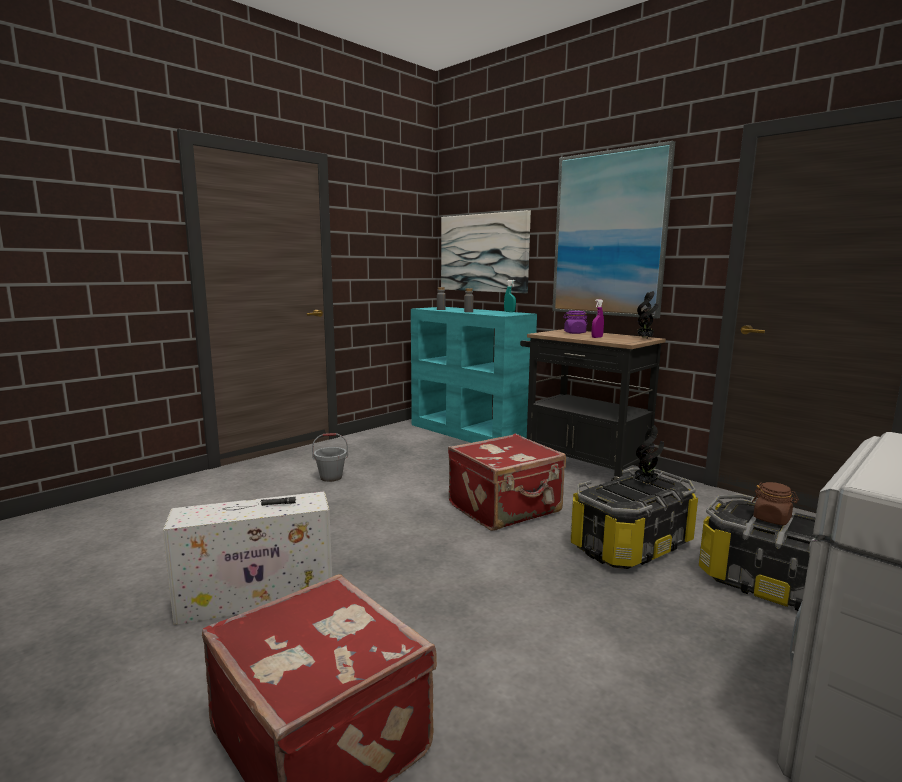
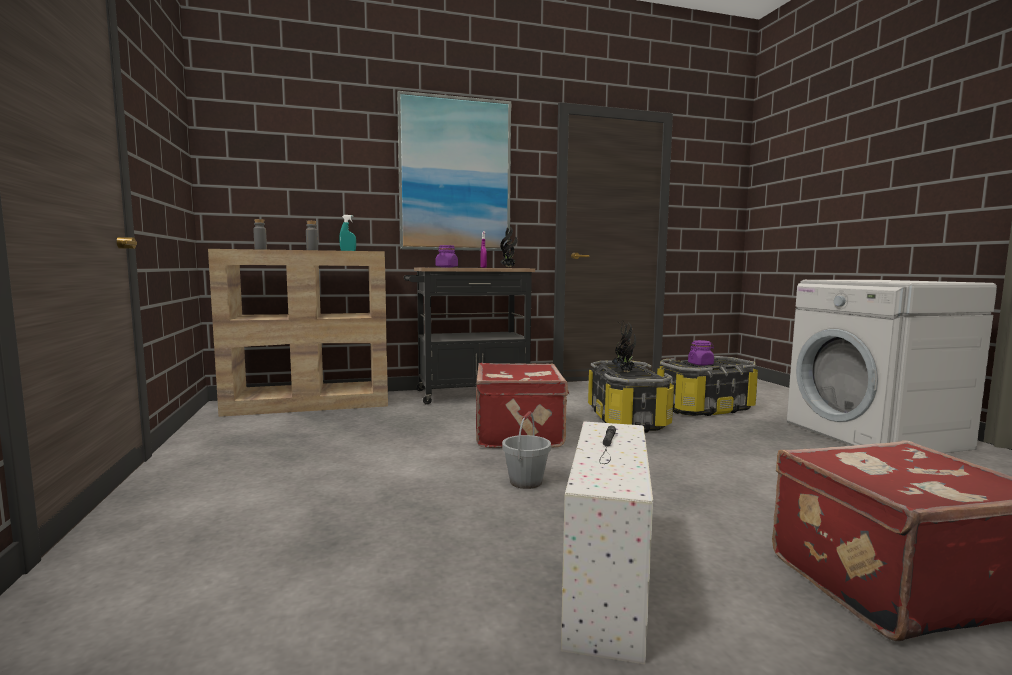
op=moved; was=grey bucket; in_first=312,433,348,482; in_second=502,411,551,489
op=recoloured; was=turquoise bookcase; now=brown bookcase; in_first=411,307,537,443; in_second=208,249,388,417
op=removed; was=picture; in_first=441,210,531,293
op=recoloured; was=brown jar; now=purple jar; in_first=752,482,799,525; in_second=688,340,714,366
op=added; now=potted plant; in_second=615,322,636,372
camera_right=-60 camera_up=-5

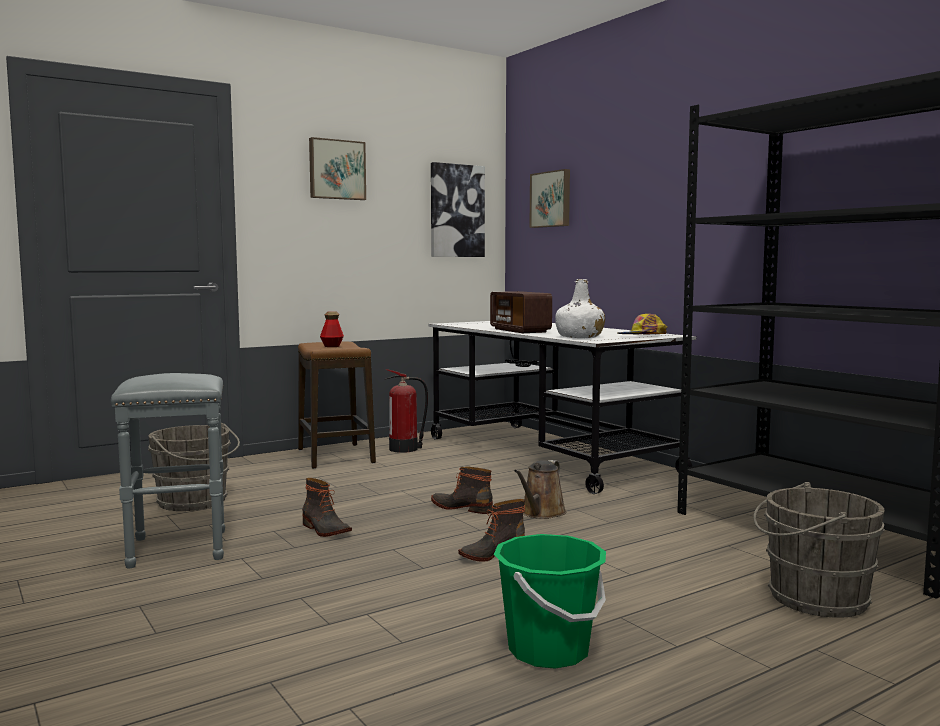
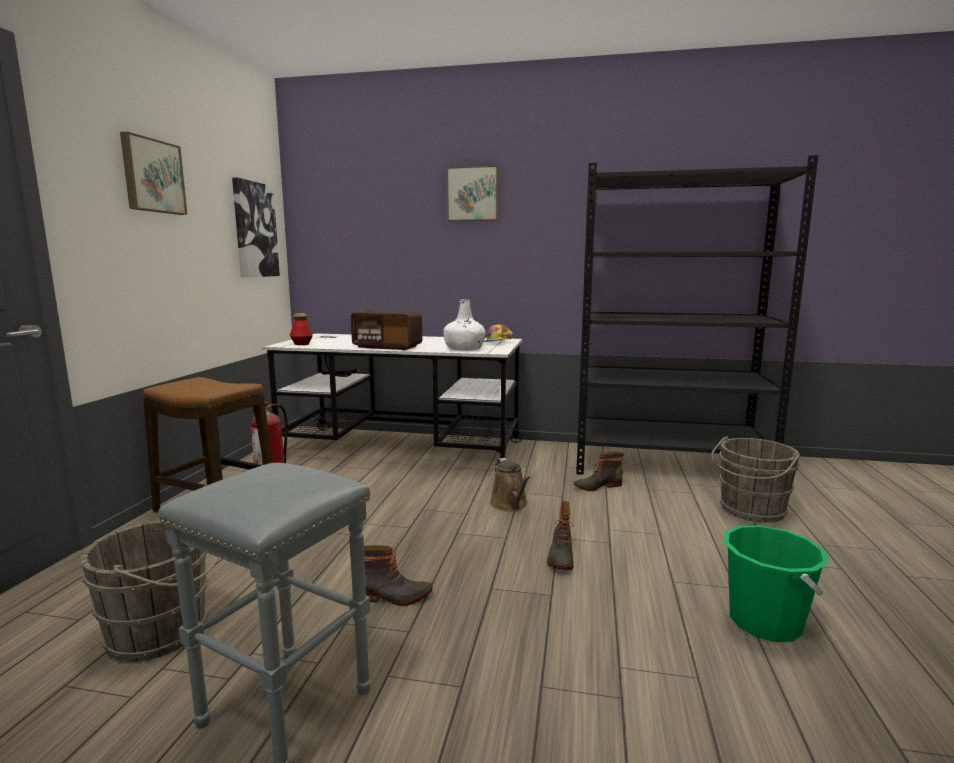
op=moved; was=bottle; in_first=320,311,344,347; in_second=290,313,313,345
op=moved; was=boot; in_first=431,467,493,514; in_second=574,451,624,491
op=moved; was=picture; in_first=530,169,570,228; in_second=446,165,499,221
camera_right=-45 camera_up=5

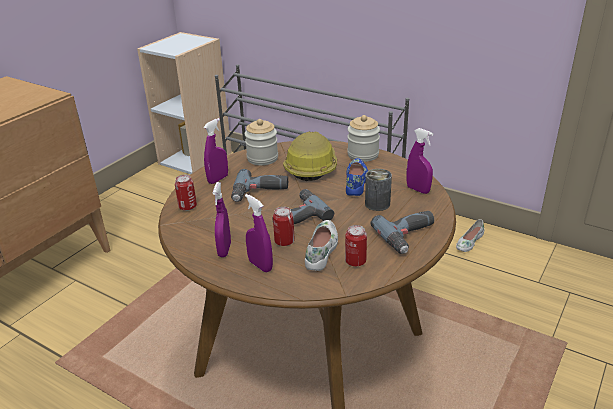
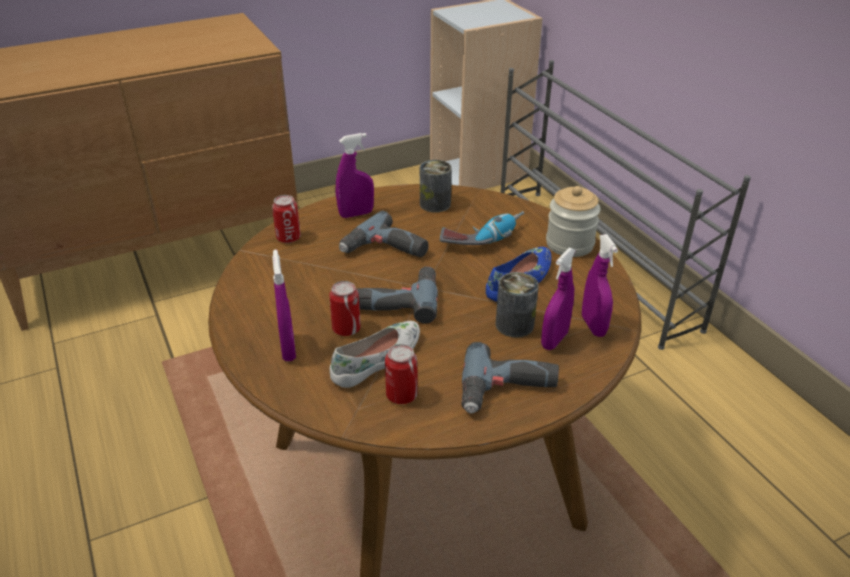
op=moved; was=purple spray bottle; in_first=213,182,231,257; in_second=541,248,576,350
op=replaced; was=jar; now=can; in_first=245,119,278,165; in_second=420,160,452,213
op=replaced; was=hard hat; now=power drill; in_first=283,131,337,181; in_second=440,211,524,245
op=removed; was=white shoe; in_first=456,219,485,252
camera_right=30 camera_up=5

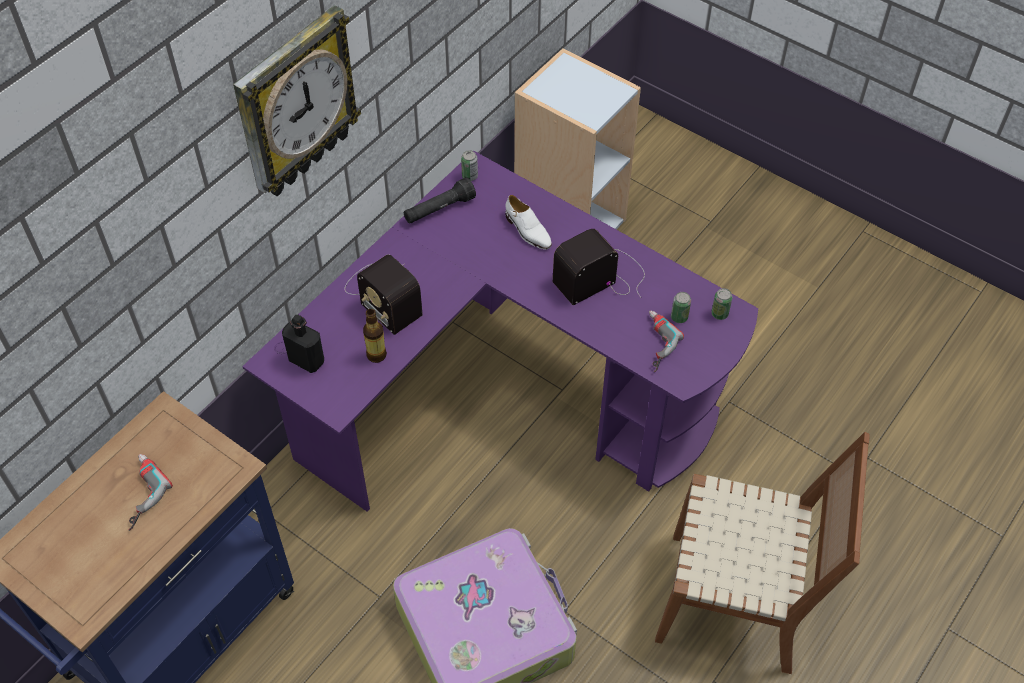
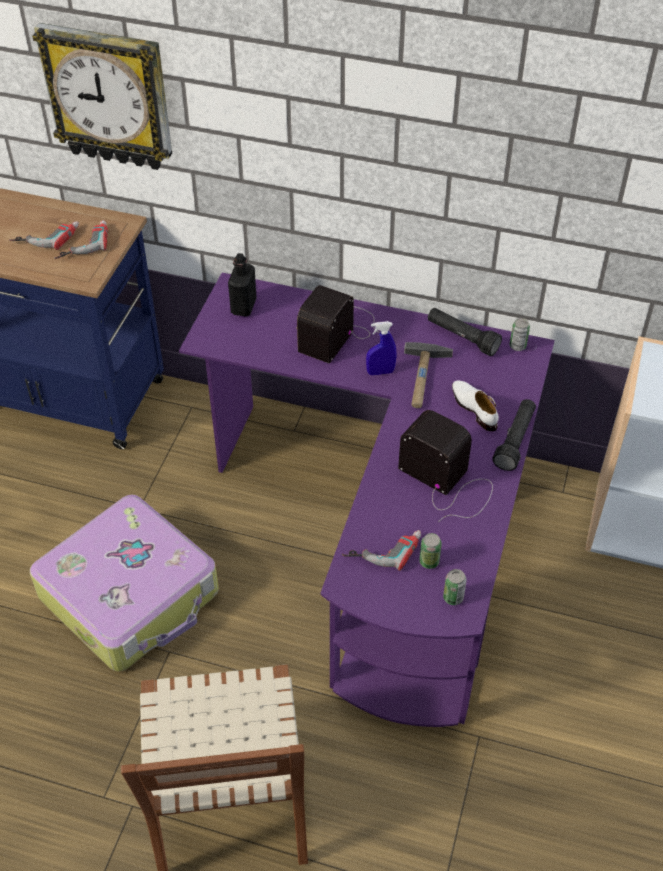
op=moved; was=wall clock; in_first=233,5,361,196; in_second=32,23,172,170
op=removed; was=bottle; in_first=363,309,387,363
op=turned; was=white shoe; in_first=505,195,552,250; in_second=452,380,499,431; clockwise=120
op=added; now=power drill; in_second=55,220,108,259
op=added; now=blue spray bottle; in_second=366,321,397,376
op=added; now=hammer; in_second=404,342,453,408
op=added; now=black flashlight; in_second=492,399,536,471
camera_right=70 camera_up=-5

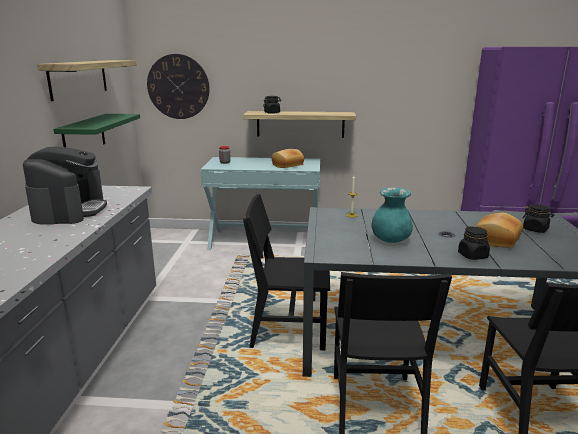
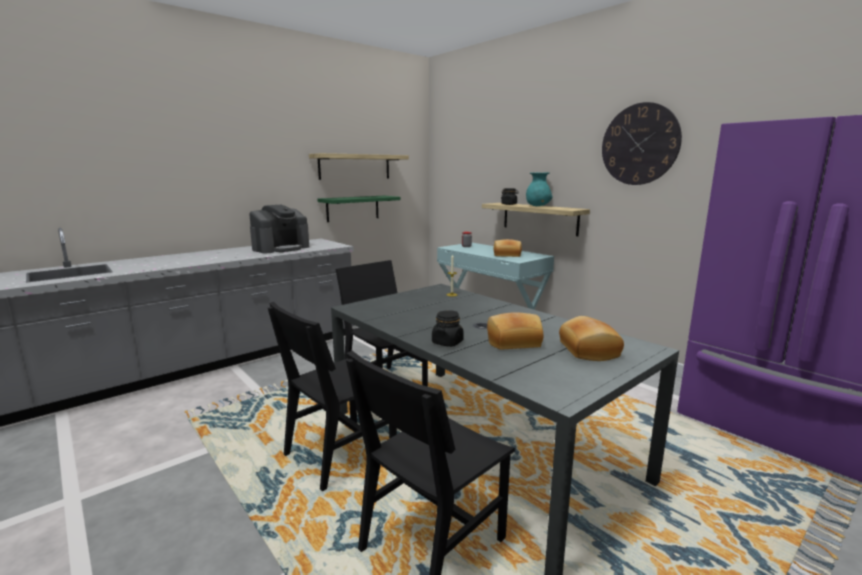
op=moved; was=wall clock; in_first=147,54,210,119; in_second=602,102,682,185
op=moved; was=turquoise vase; in_first=371,188,413,243; in_second=526,172,552,206
op=replaced; was=black jar; now=bread; in_first=523,204,555,233; in_second=559,316,624,361
camera_right=45 camera_up=-5

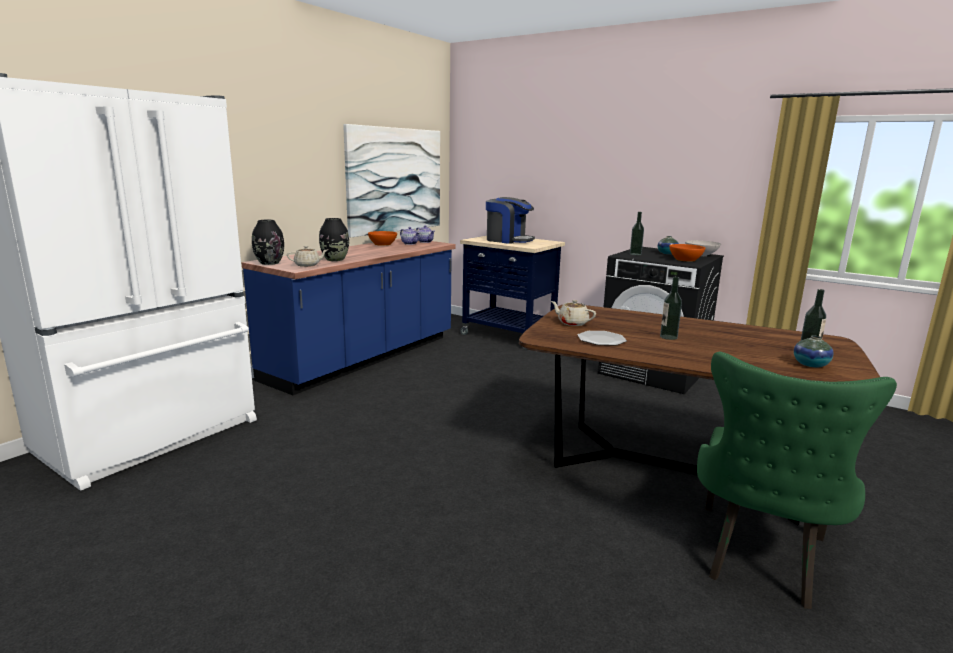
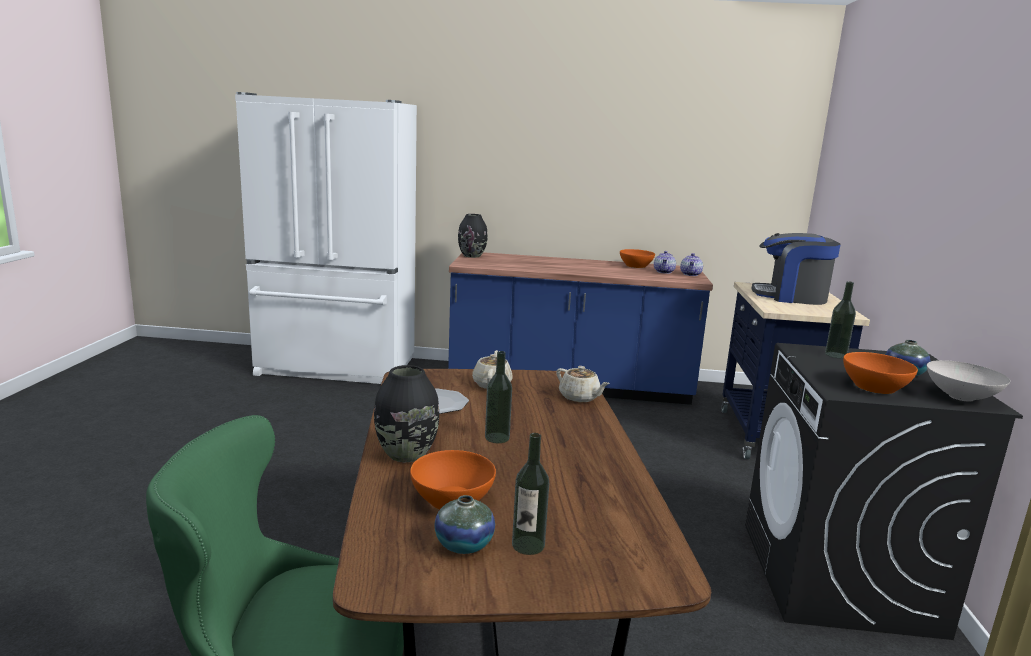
op=moved; was=beige teapot; in_first=287,246,327,267; in_second=556,366,610,402
op=moved; was=black vase; in_first=319,218,349,261; in_second=374,365,439,462
op=removed; was=picture; in_first=343,124,440,237
op=turned; was=coffee machine; in_first=486,197,535,244; in_second=751,233,841,305; clockwise=105
op=added; now=orange bowl; in_second=410,450,496,510
camera_right=60 camera_up=0

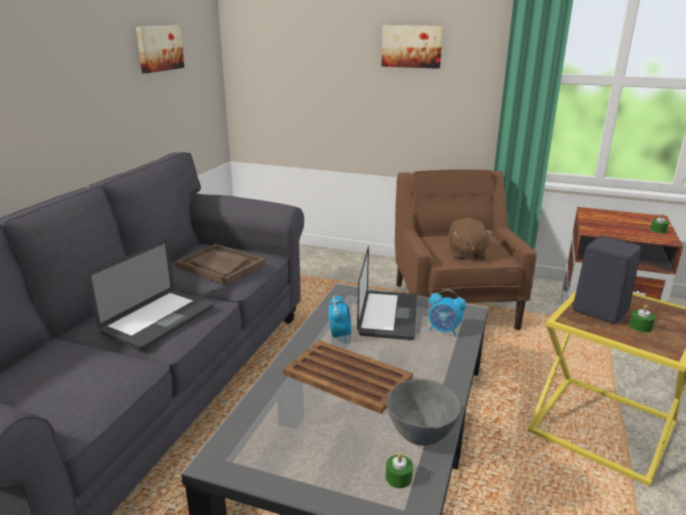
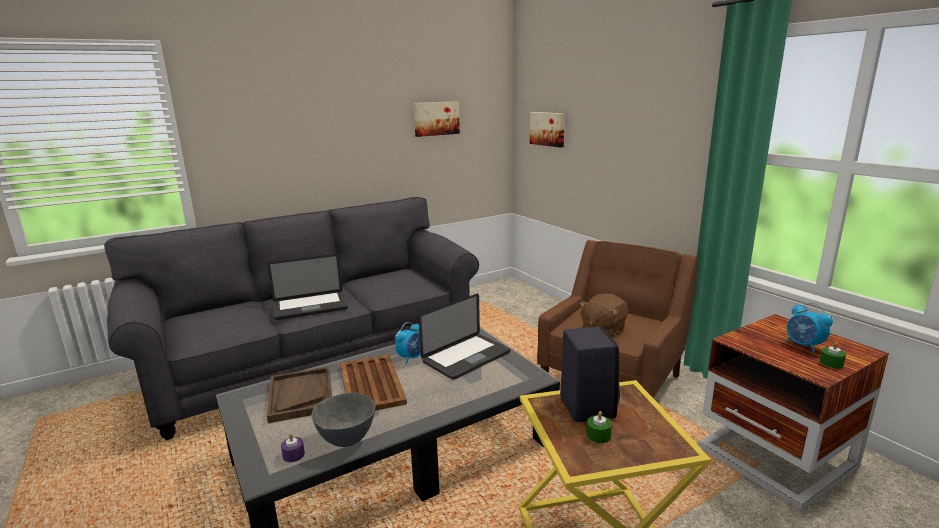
op=moved; was=brown tray; in_first=175,244,266,285; in_second=267,367,332,423
op=moved; was=picture; in_first=381,25,443,69; in_second=530,112,565,148
op=recoloured; was=green candle; now=purple candle; in_first=386,453,413,488; in_second=281,434,305,462
op=moved; was=alarm clock; in_first=429,289,466,336; in_second=786,303,833,352
camera_right=40 camera_up=-5

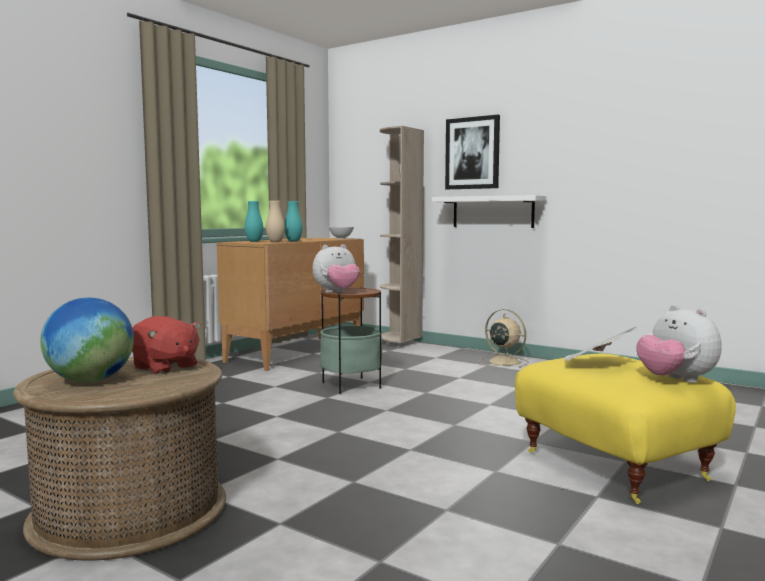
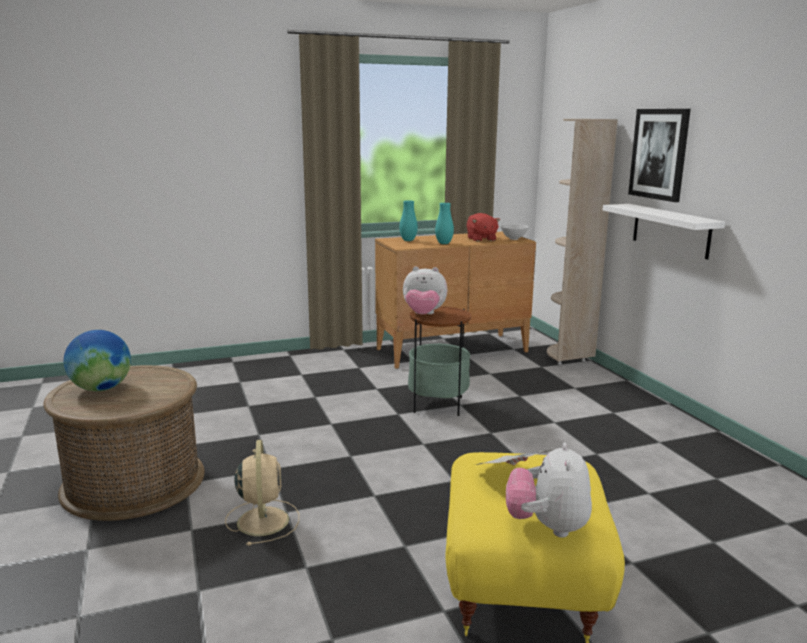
op=moved; was=red plush toy; in_first=132,316,201,374; in_second=467,213,500,242
op=removed; was=beige vase; in_first=266,201,285,242
op=moved; was=beige fan; in_first=479,309,528,367; in_second=225,440,299,546
camera_right=35 camera_up=10

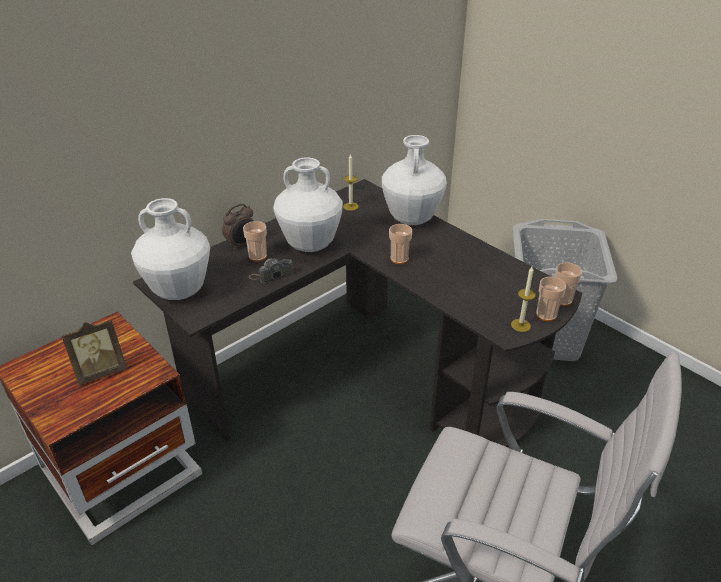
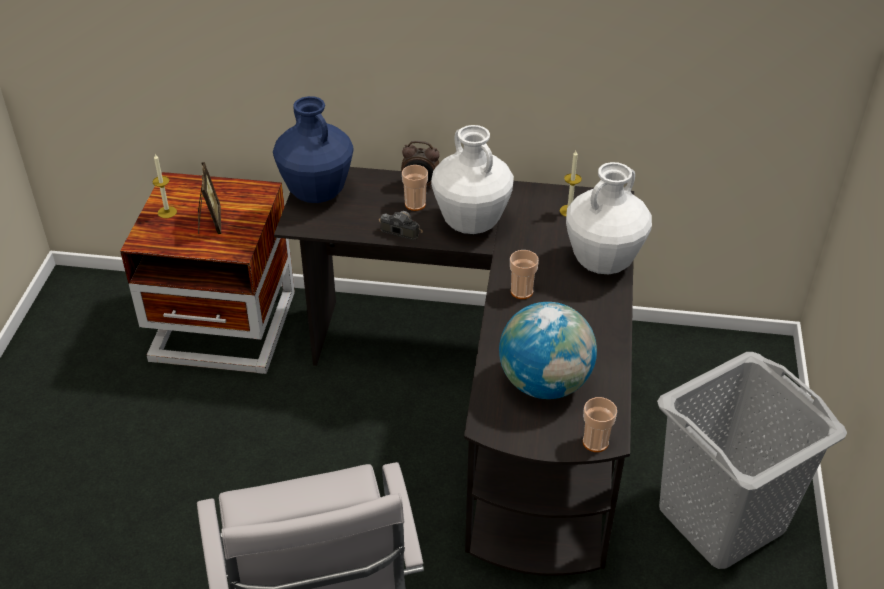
op=turned; was=picture frame; in_first=61,319,127,385; in_second=198,162,221,234; clockwise=-120
op=recoloured; was=white vase; now=blue vase; in_first=131,198,210,300; in_second=273,96,353,203
op=moved; was=candle; in_first=511,267,536,332; in_second=153,154,177,218
op=removed; was=cup; in_first=536,277,566,321
op=added; now=globe; in_second=499,302,597,399
camera_right=50 camera_up=5

